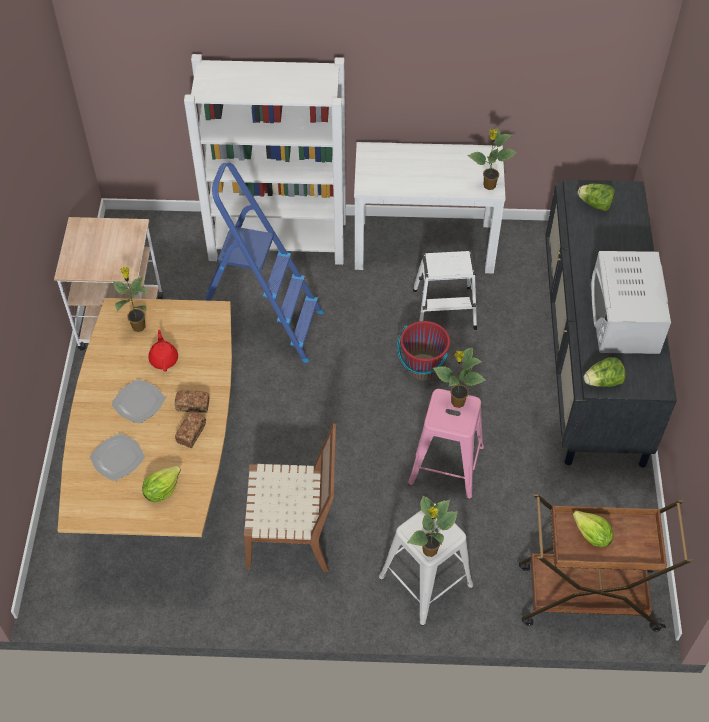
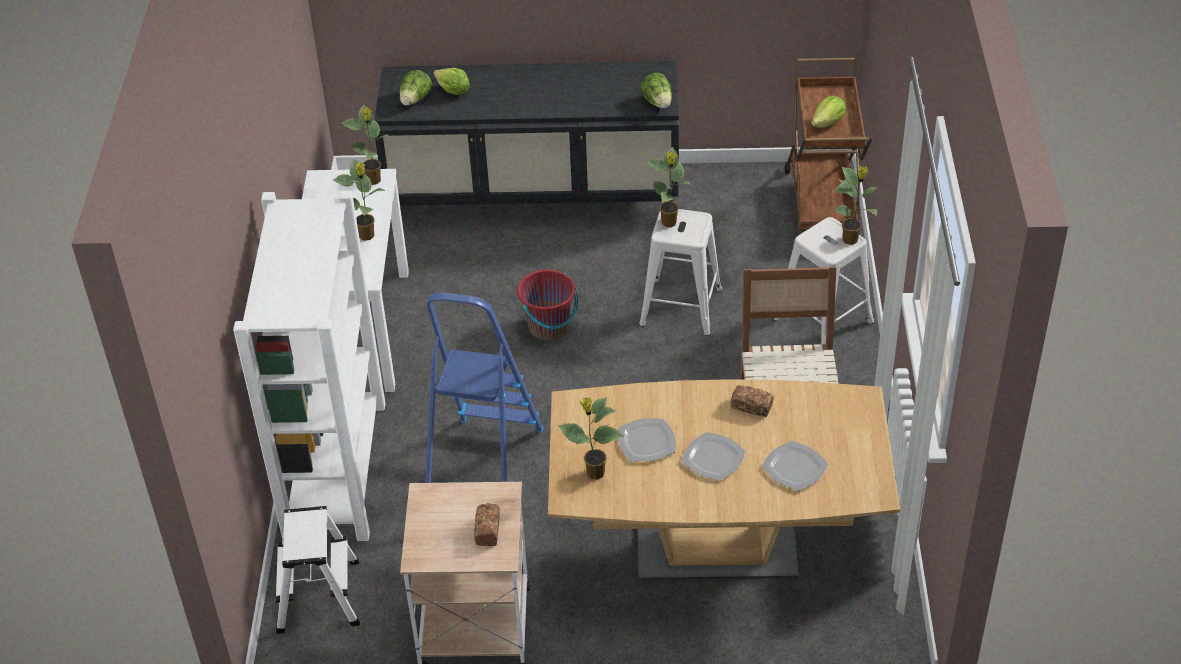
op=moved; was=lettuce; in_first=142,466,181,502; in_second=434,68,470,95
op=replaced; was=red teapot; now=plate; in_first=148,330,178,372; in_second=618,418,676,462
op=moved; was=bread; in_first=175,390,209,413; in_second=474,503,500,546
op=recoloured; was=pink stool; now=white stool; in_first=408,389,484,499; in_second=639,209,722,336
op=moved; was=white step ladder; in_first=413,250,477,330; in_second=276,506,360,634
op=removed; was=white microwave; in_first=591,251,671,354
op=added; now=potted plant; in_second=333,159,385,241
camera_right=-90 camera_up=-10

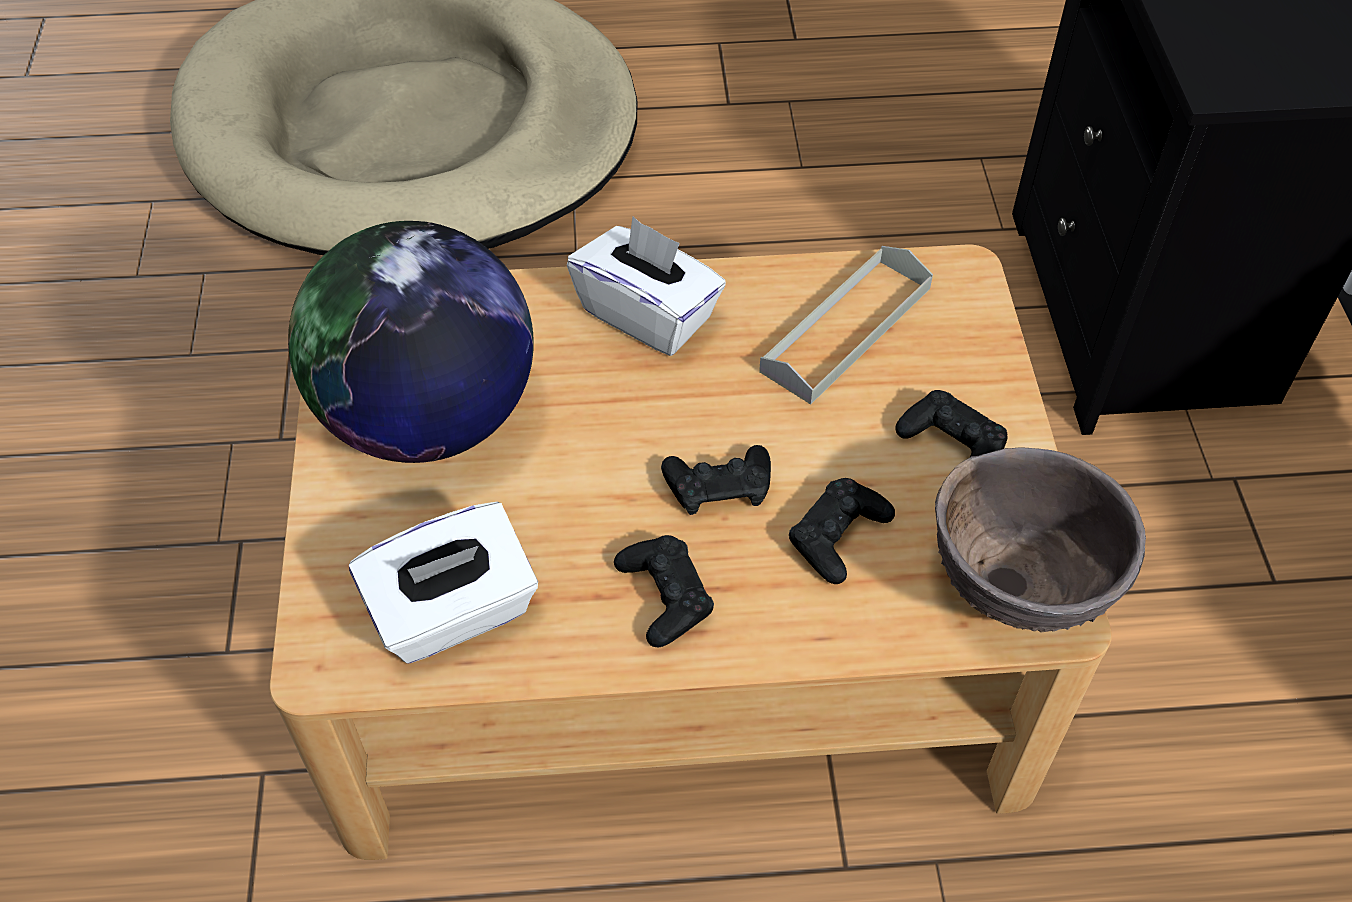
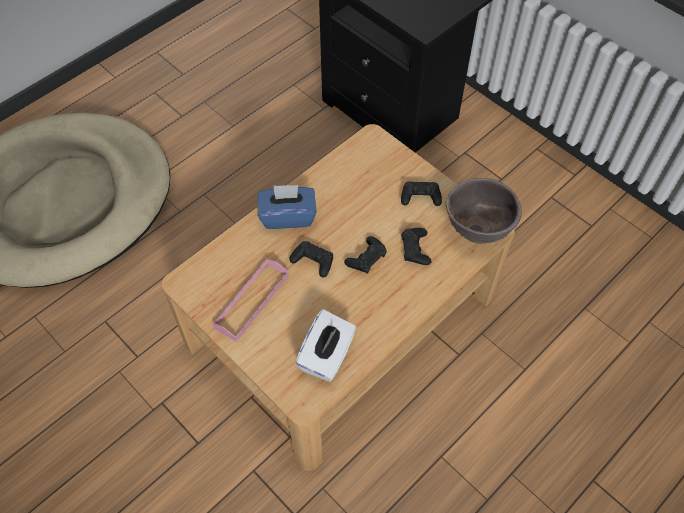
op=replaced; was=globe; now=pink tray; in_first=288,221,534,463; in_second=213,259,289,342
op=recoloured; was=white tissue box; now=blue tissue box; in_first=567,216,726,356; in_second=258,185,317,229
op=moved; was=black game controller; in_first=614,535,714,647; in_second=289,241,333,278
op=removed; was=grey tray; in_first=759,246,933,405
camera_right=-40 camera_up=5

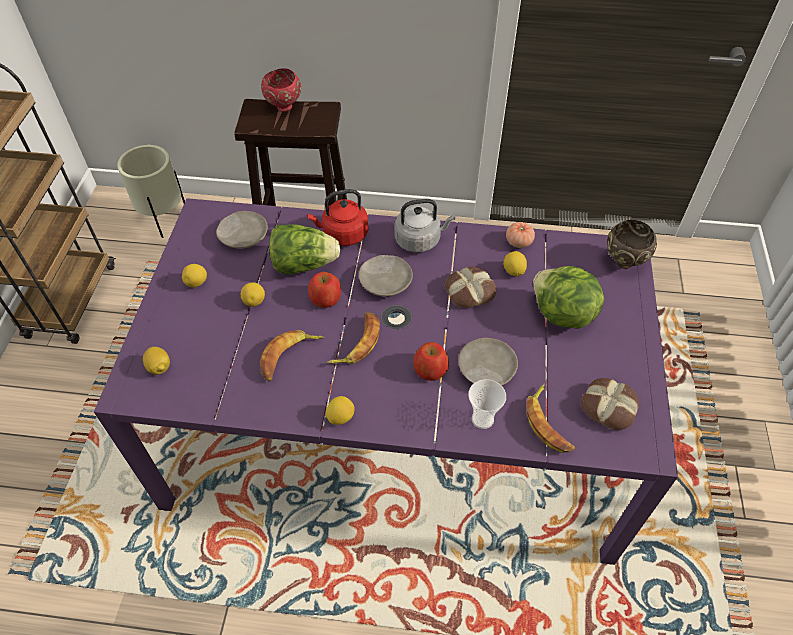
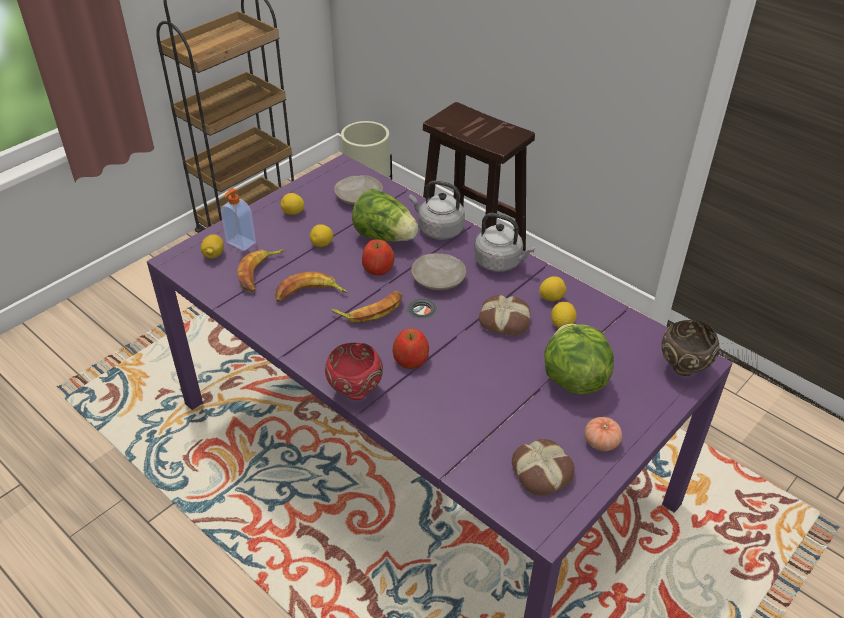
op=moved; was=red bowl; in_first=261,68,301,112; in_second=325,343,383,400
op=recoloured; was=red kettle; now=grey kettle; in_first=307,189,368,246; in_second=409,180,465,240
op=moved; was=lemon; in_first=326,396,355,425; in_second=539,276,566,301
op=removed; was=beige plate; in_first=458,338,518,386
op=removed; was=cup; in_first=468,379,506,429
op=moved; was=tomato; in_first=506,222,535,248; in_second=585,417,622,451
op=moved; was=banana; in_first=527,383,575,453; in_second=238,250,286,292
op=added; now=soap dispenser; in_second=221,188,256,251
camera_right=35 camera_up=-10

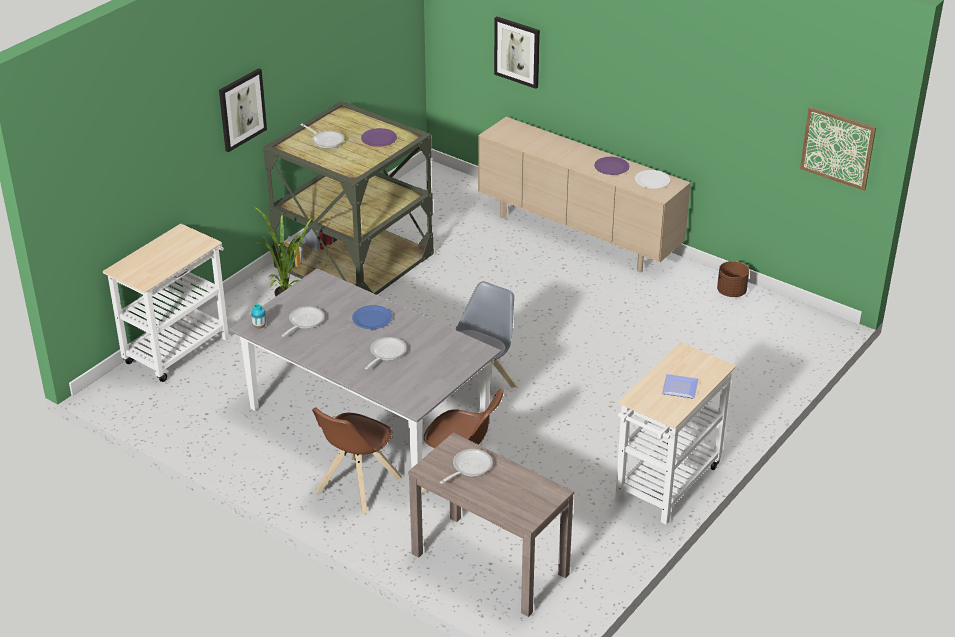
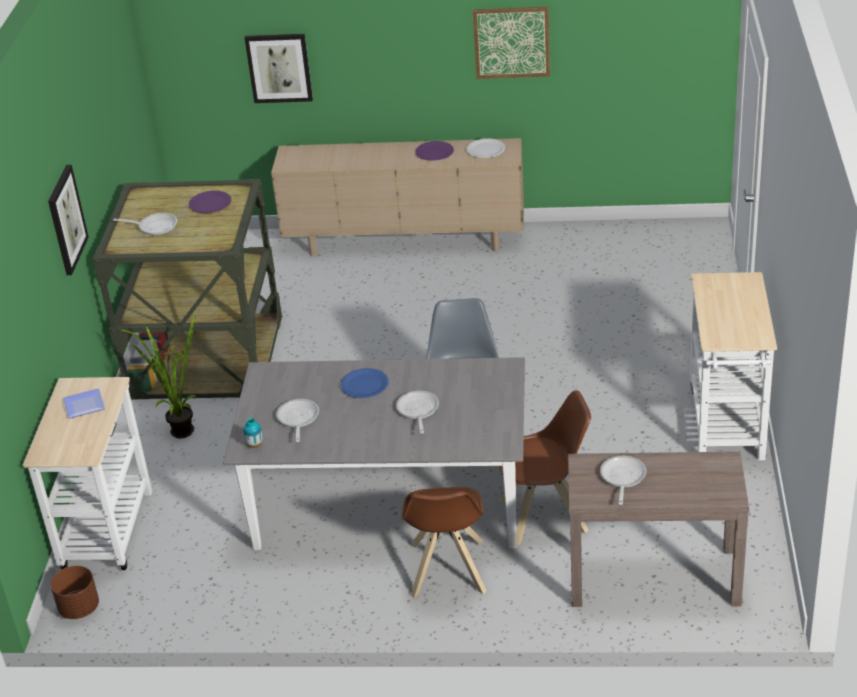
op=moved; was=plate; in_first=662,374,699,399; in_second=63,388,105,419
op=moved; was=brown planter; in_first=717,261,749,297; in_second=50,566,99,619
op=moved; was=picture; in_first=800,106,876,191; in_second=473,7,550,79
camera_right=-30 camera_up=0

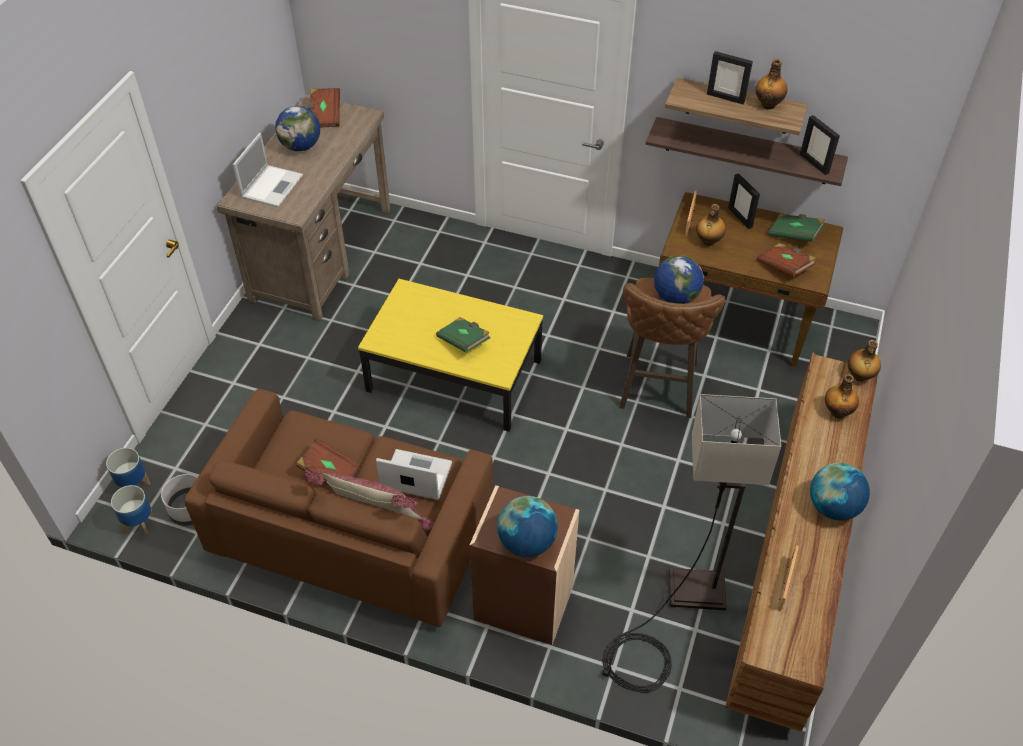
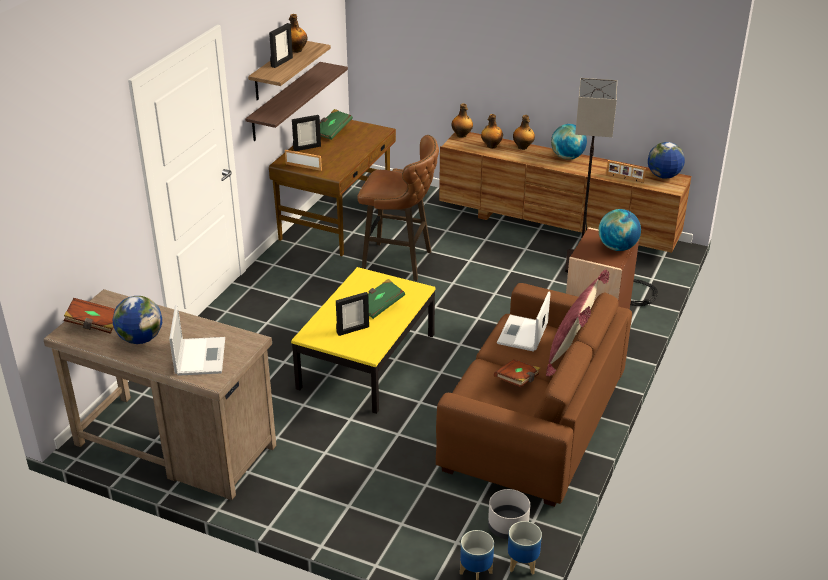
op=turned; was=laptop; in_first=233,133,303,207; in_second=169,305,225,376; clockwise=60
op=moved; was=globe; in_first=654,255,704,304; in_second=648,142,685,179
op=moved; was=bottle; in_first=696,204,726,245; in_second=513,115,535,150
op=removed; was=brown book; in_first=757,243,816,277
op=moved; was=picture frame; in_first=800,115,840,175; in_second=336,292,369,336
camera_right=-85 camera_up=-15

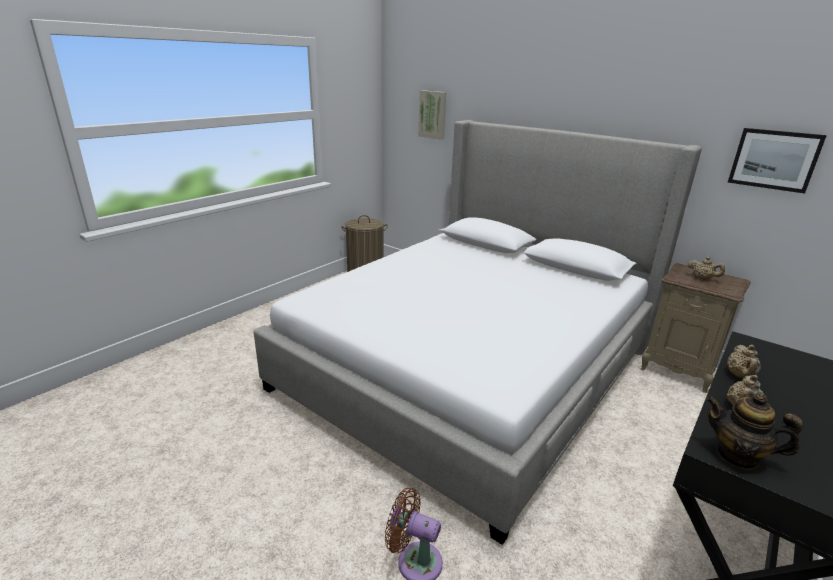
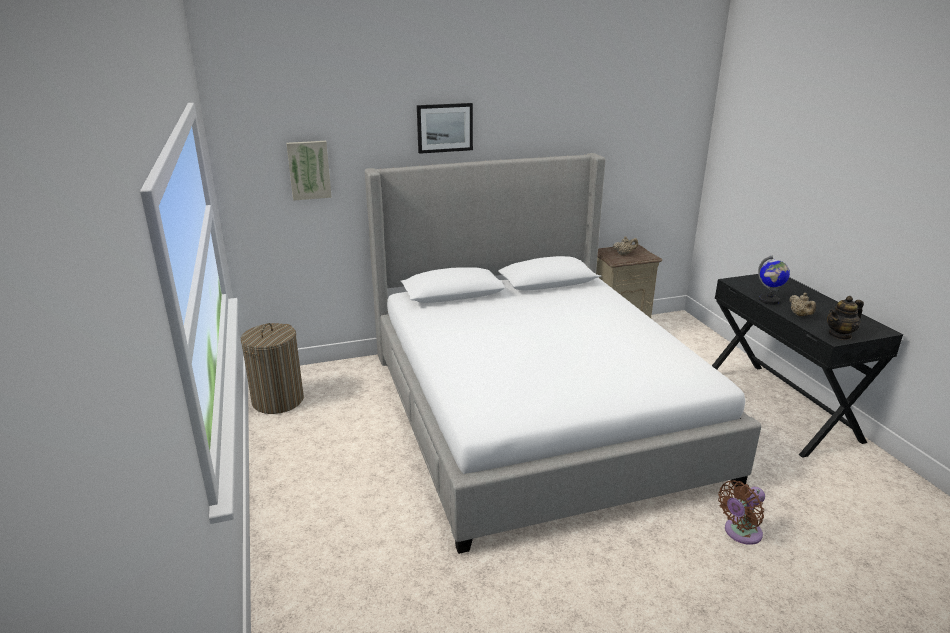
op=replaced; was=beige teapot; now=globe; in_first=727,345,761,378; in_second=758,256,790,305
op=moved; was=picture; in_first=728,128,827,194; in_second=417,103,473,154
camera_right=-55 camera_up=0

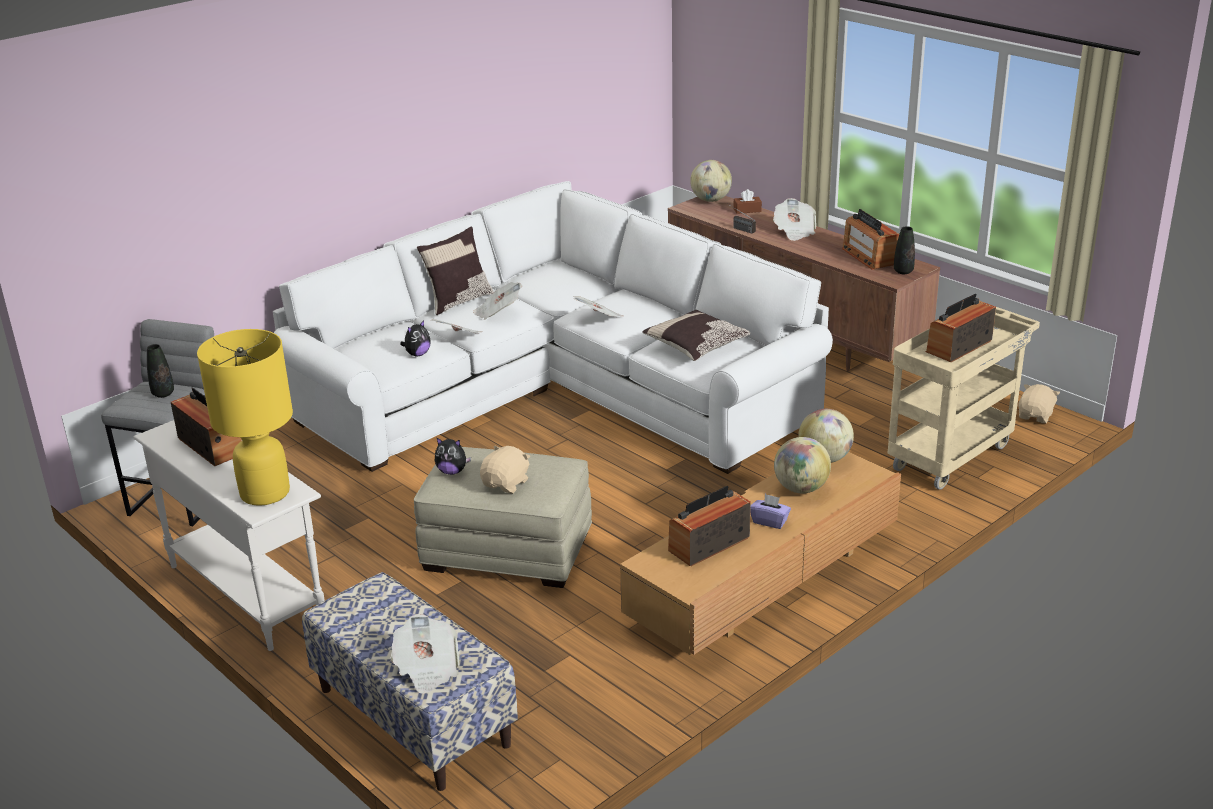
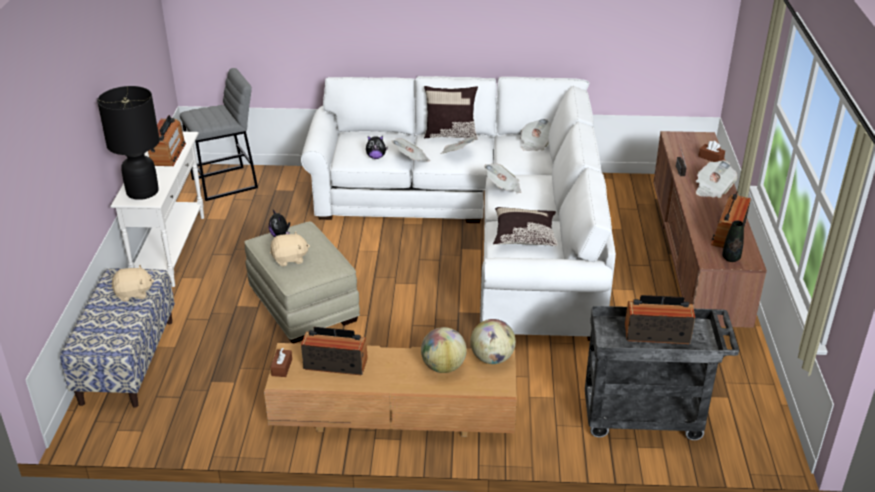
op=removed; was=black vase; in_first=147,344,174,398
op=recoloured; was=yellow table lamp; now=black table lamp; in_first=197,329,293,505; in_second=97,86,160,200
op=moved; was=newspaper; in_first=390,614,459,694; in_second=520,119,551,151
op=removed; was=globe; in_first=690,160,732,202
op=removed; was=purple tissue box; in_first=750,494,791,529
op=recoloured; was=beige cart; now=black cart; in_first=888,305,1040,490; in_second=585,306,739,440
op=moved; was=beige plush toy; in_first=1018,384,1060,424; in_second=112,265,154,302
op=added; now=brown tissue box; in_second=271,348,292,377
camera_right=45 camera_up=5

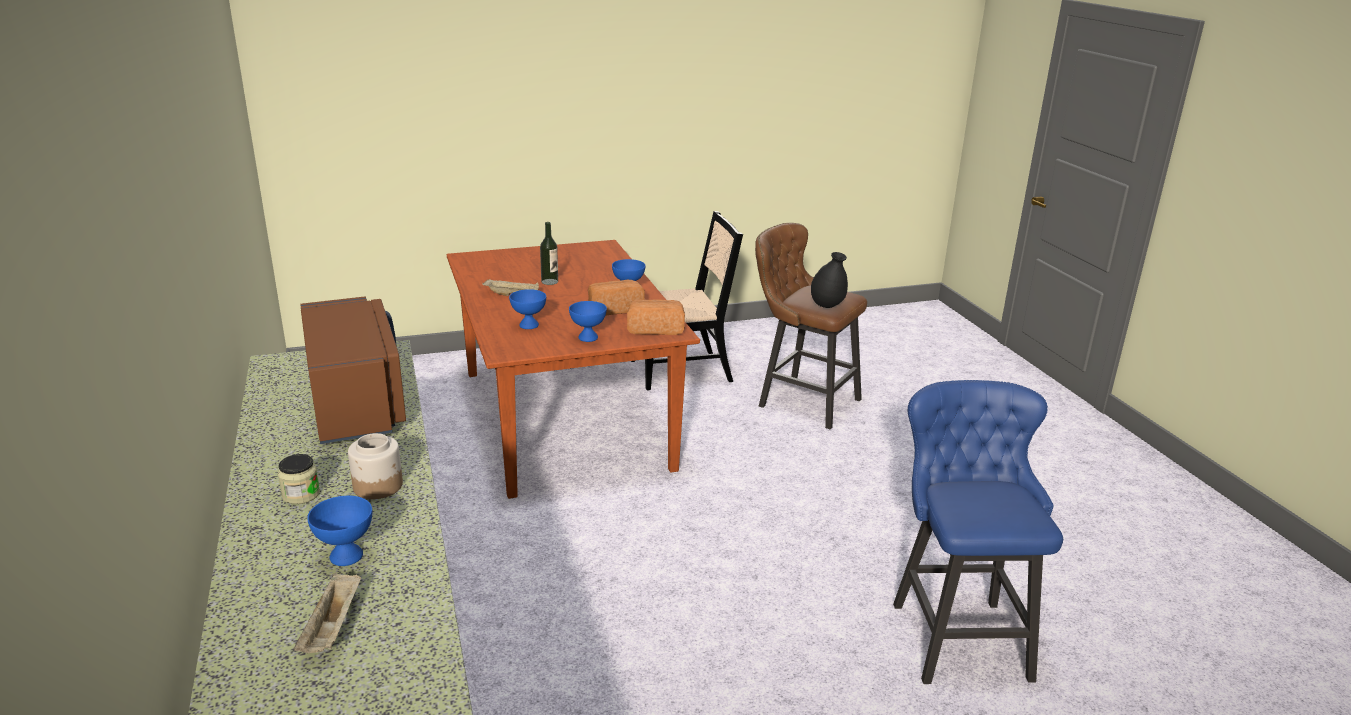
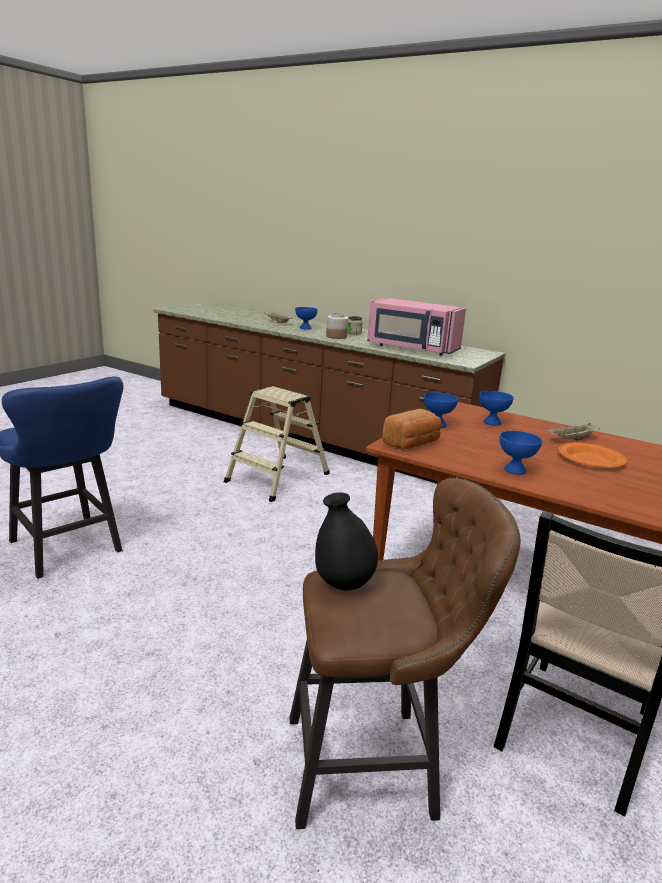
op=recoloured; was=brown microwave; now=pink microwave; in_first=300,296,406,444; in_second=367,298,466,356
op=replaced; was=bottle; now=orange plate; in_first=540,222,558,285; in_second=558,442,627,468
op=removed; was=bread; in_first=588,280,645,316
op=added; now=beige step ladder; in_second=224,385,330,502
camera_right=140 camera_up=-5

